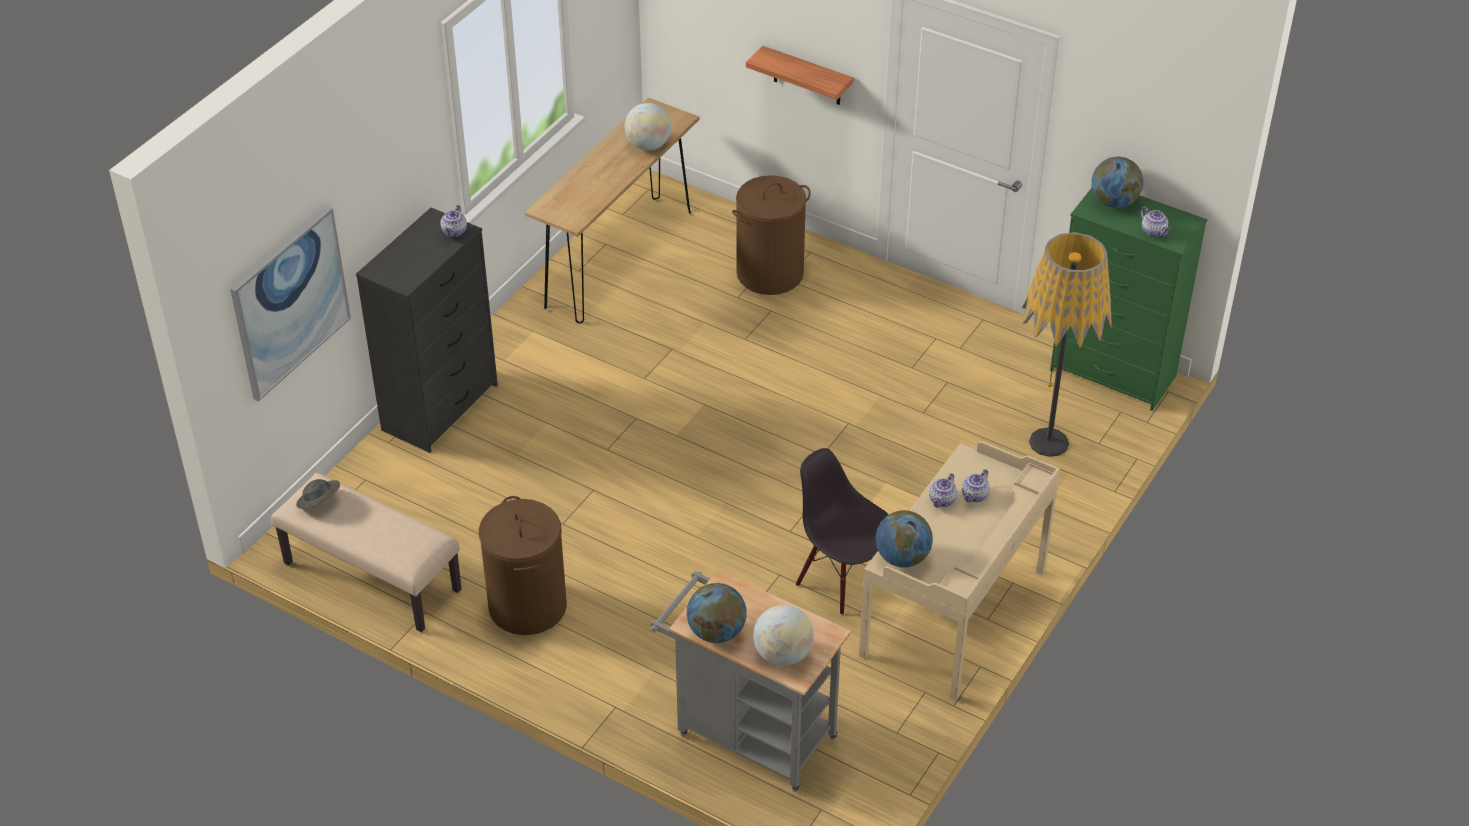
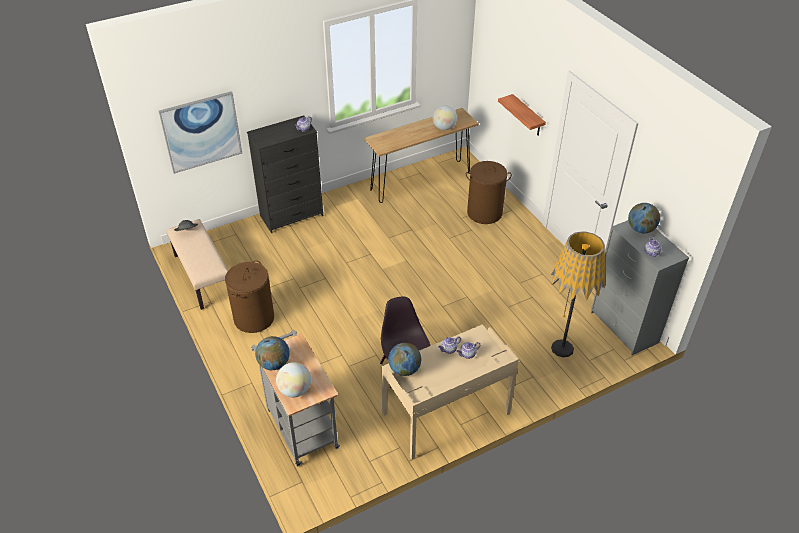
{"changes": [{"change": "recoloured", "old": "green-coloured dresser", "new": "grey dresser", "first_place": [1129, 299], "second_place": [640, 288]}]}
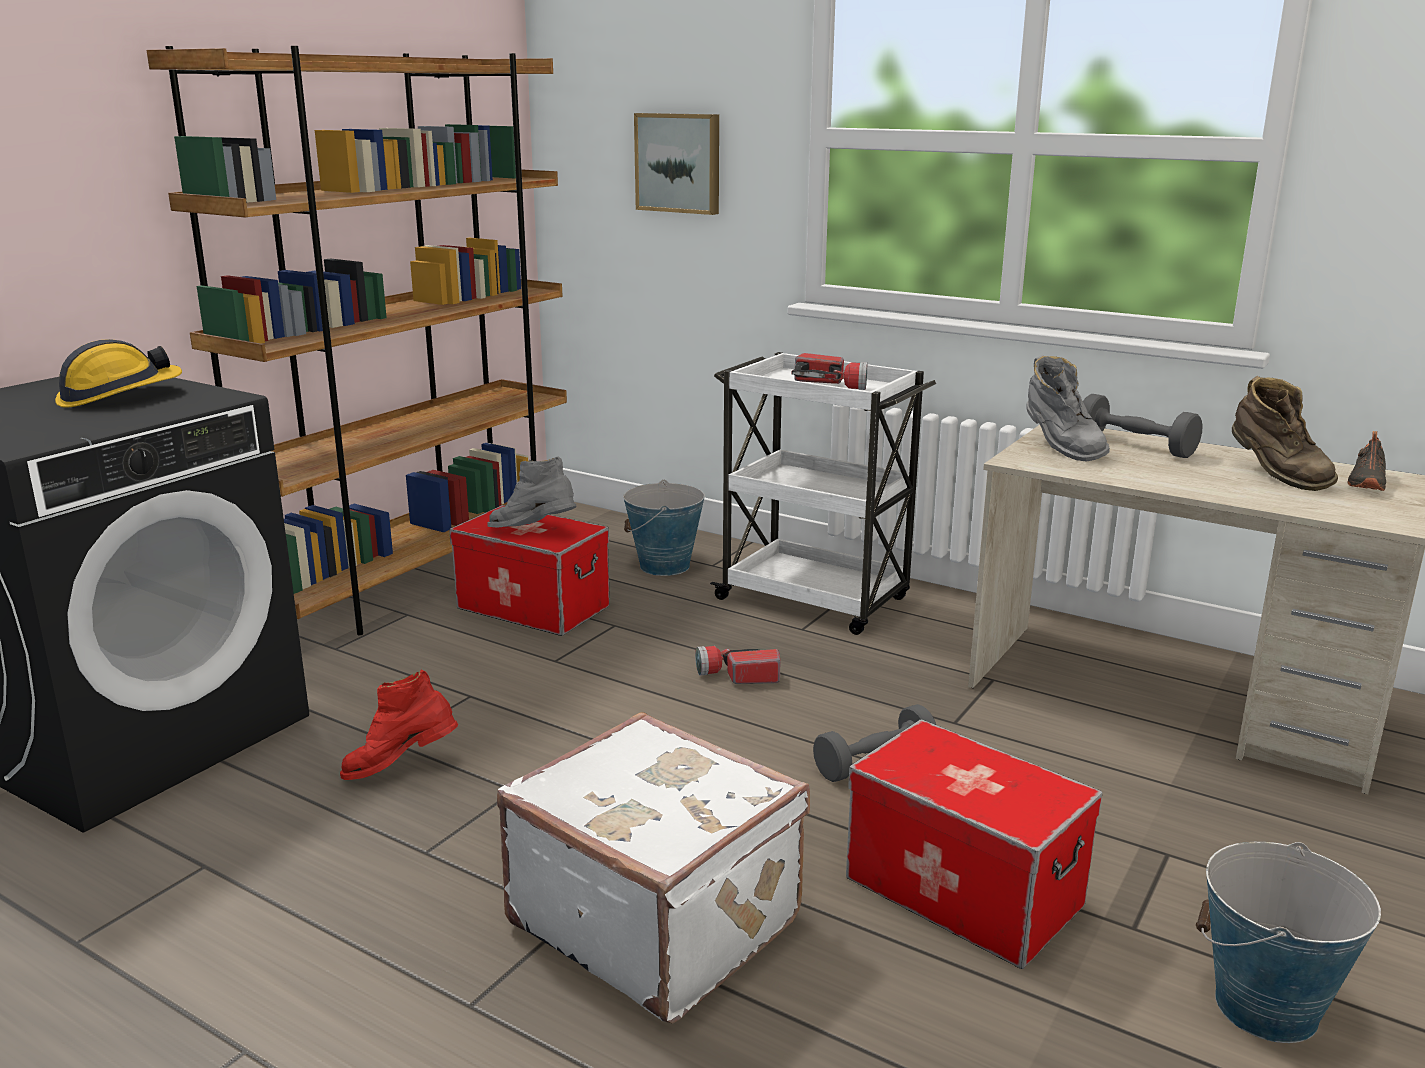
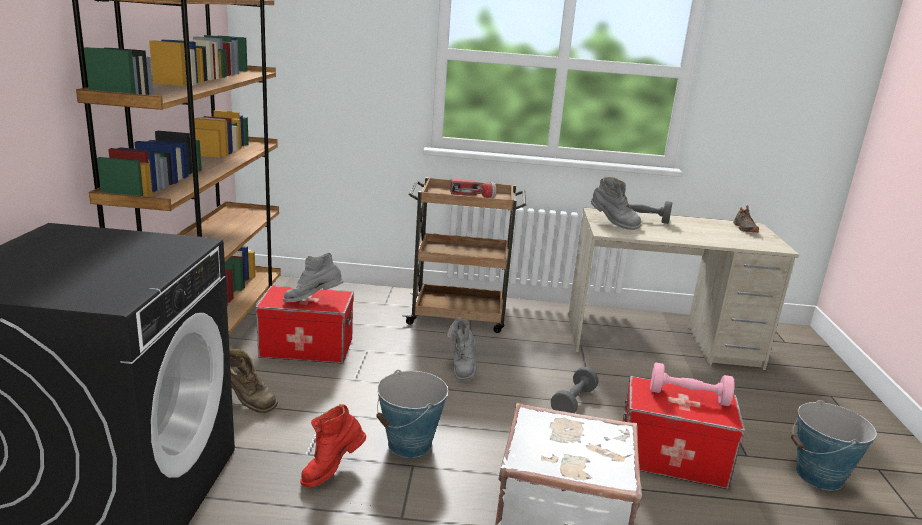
{"changes": [{"change": "removed", "old": "safety helmet", "first_place": [118, 373]}, {"change": "removed", "old": "picture", "first_place": [676, 164]}, {"change": "added", "new": "pink-coloured free weight", "second_place": [692, 384]}, {"change": "moved", "old": "water bucket", "first_place": [664, 528], "second_place": [412, 413]}, {"change": "moved", "old": "brown high-top boot", "first_place": [1285, 433], "second_place": [253, 381]}, {"change": "replaced", "old": "hand torch", "new": "grey high-top boot", "first_place": [737, 665], "second_place": [462, 349]}, {"change": "recoloured", "old": "white-coloured wheeled cart", "new": "brown wheeled cart", "first_place": [823, 493], "second_place": [464, 255]}]}
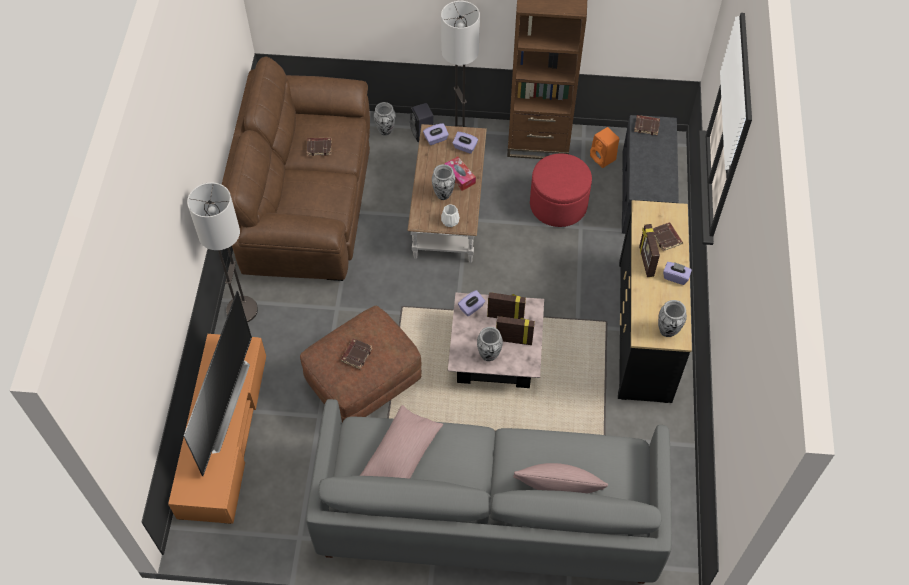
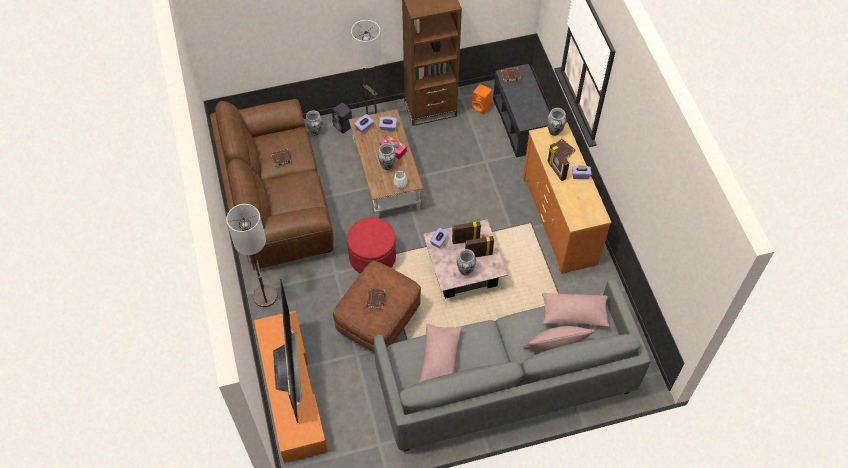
{"changes": [{"change": "added", "new": "pink-coloured cushion", "second_place": [575, 310]}, {"change": "moved", "old": "red footrest", "first_place": [561, 190], "second_place": [371, 245]}, {"change": "moved", "old": "flower vase", "first_place": [672, 318], "second_place": [556, 122]}, {"change": "recoloured", "old": "black dresser", "new": "orangey dresser", "first_place": [655, 301], "second_place": [567, 198]}]}
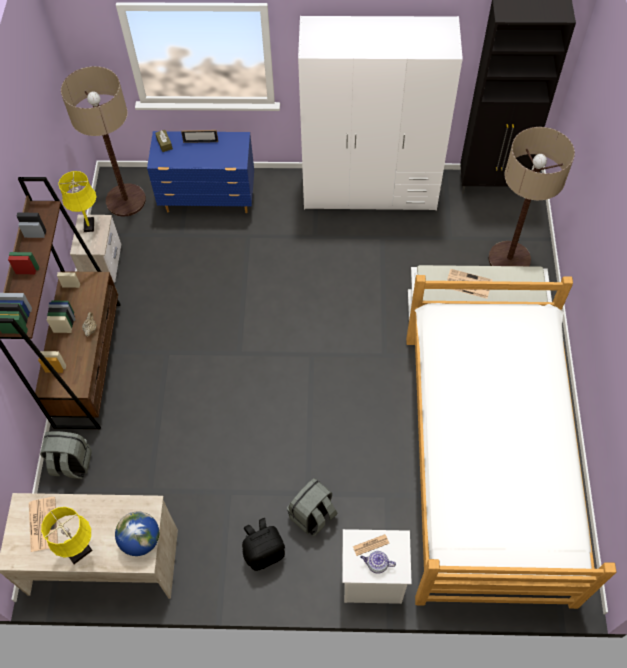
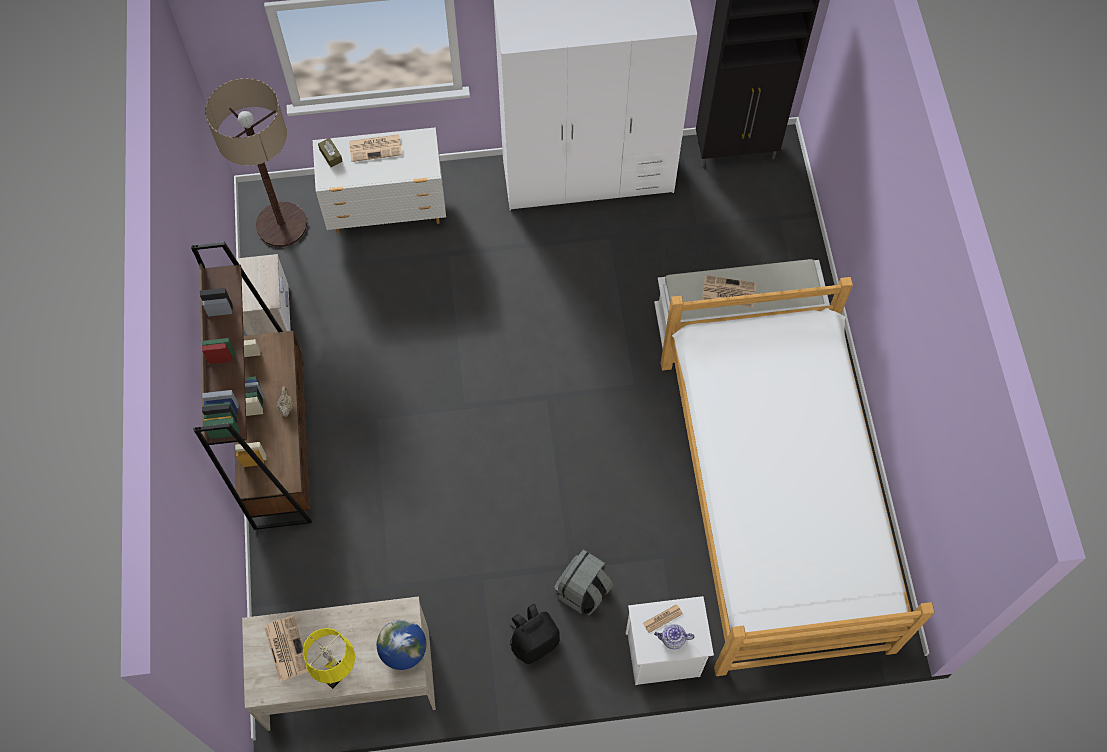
{"changes": [{"change": "removed", "old": "grey knapsack", "first_place": [66, 455]}, {"change": "removed", "old": "yellow lamp for a table", "first_place": [77, 201]}, {"change": "removed", "old": "floor lamp", "first_place": [531, 196]}, {"change": "replaced", "old": "standing frame", "new": "printed paper", "first_place": [199, 136], "second_place": [375, 148]}, {"change": "recoloured", "old": "blue dresser", "new": "white-coloured dresser", "first_place": [200, 172], "second_place": [379, 181]}]}
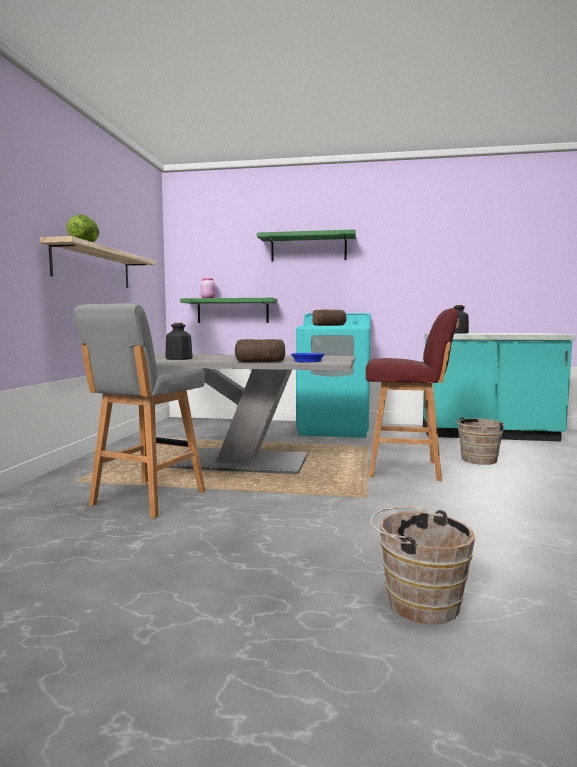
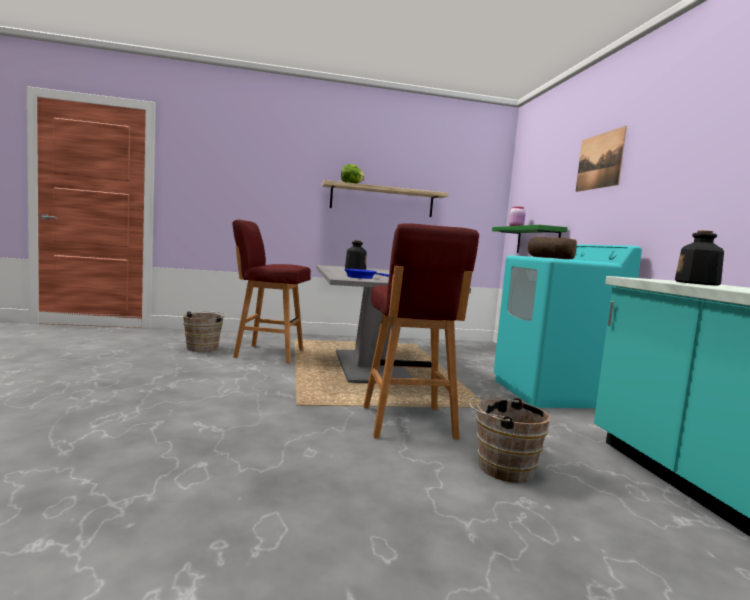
{"changes": [{"change": "removed", "old": "bread", "first_place": [260, 350]}, {"change": "moved", "old": "brown water bucket", "first_place": [422, 566], "second_place": [205, 331]}, {"change": "replaced", "old": "green-coloured shelf", "new": "picture", "first_place": [306, 245], "second_place": [601, 159]}, {"change": "recoloured", "old": "grey stool seat", "new": "red stool seat", "first_place": [139, 410], "second_place": [271, 291]}]}
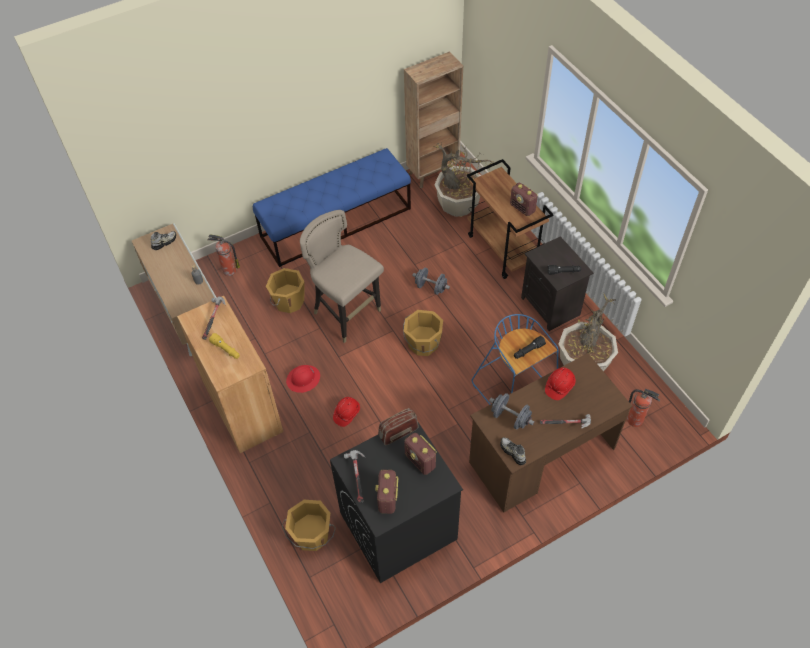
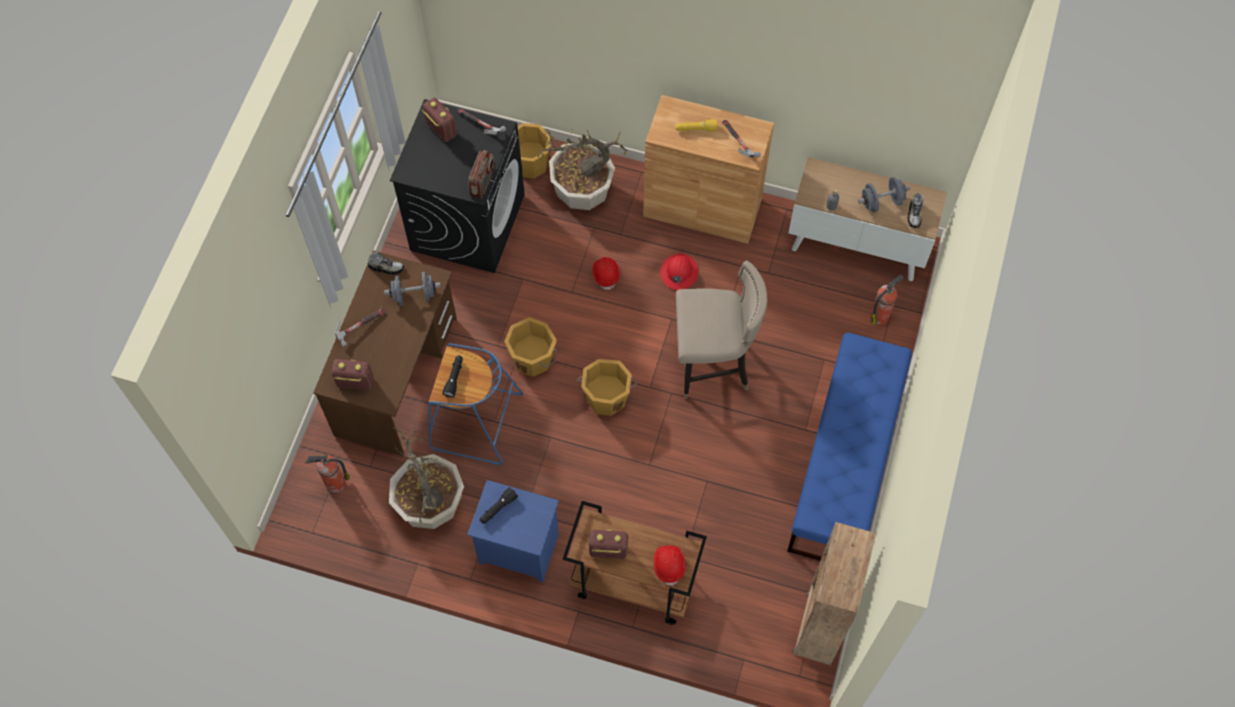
{"changes": [{"change": "moved", "old": "orangey water bucket", "first_place": [285, 290], "second_place": [530, 347]}, {"change": "moved", "old": "radio set", "first_place": [420, 454], "second_place": [352, 374]}, {"change": "moved", "old": "grey free weight", "first_place": [431, 281], "second_place": [884, 194]}, {"change": "moved", "old": "potted plant", "first_place": [464, 180], "second_place": [582, 170]}, {"change": "moved", "old": "red safety helmet", "first_place": [560, 383], "second_place": [669, 565]}, {"change": "recoloured", "old": "black nightstand", "new": "blue nightstand", "first_place": [557, 283], "second_place": [513, 531]}]}
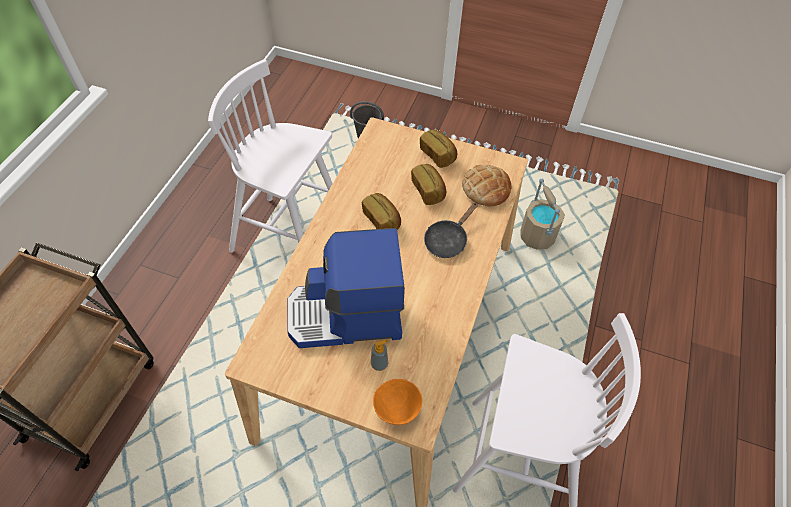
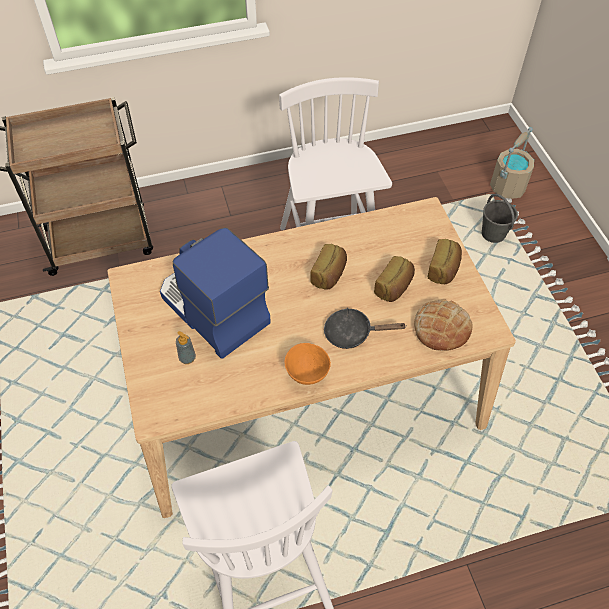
{"changes": [{"change": "moved", "old": "orangey serving bowl", "first_place": [397, 402], "second_place": [308, 364]}, {"change": "moved", "old": "sand-coloured water bucket", "first_place": [542, 214], "second_place": [512, 163]}]}
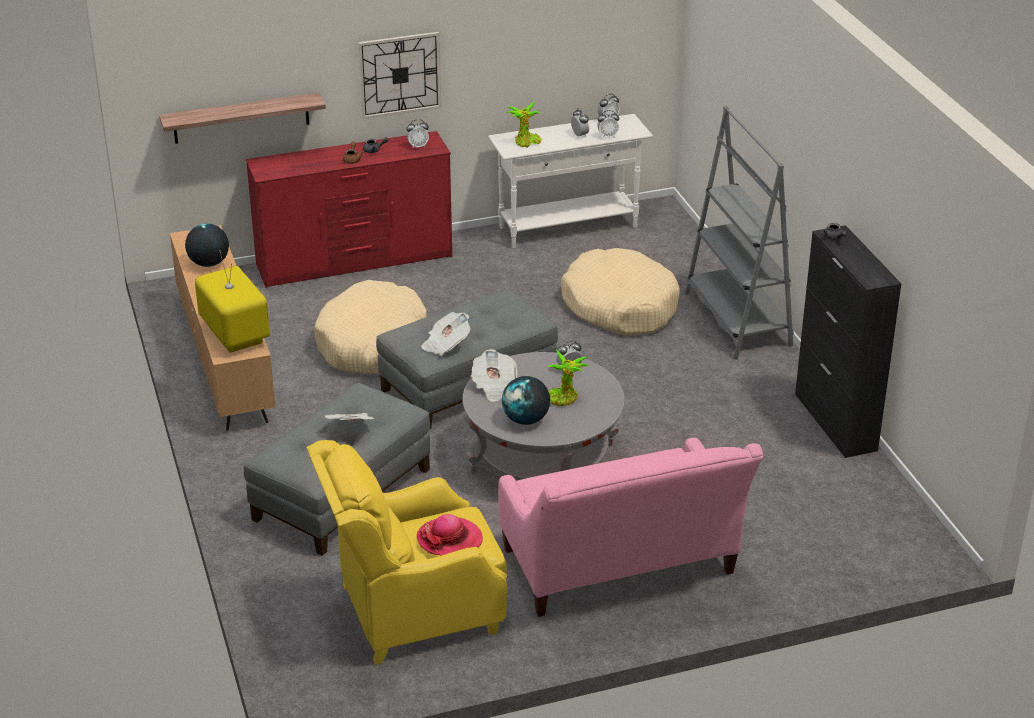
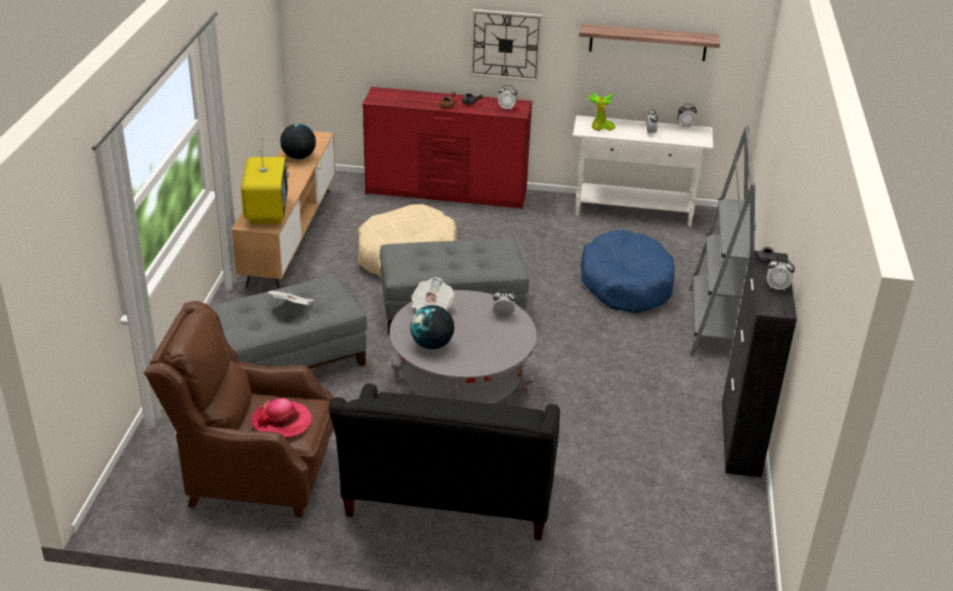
{"changes": [{"change": "removed", "old": "printed paper", "first_place": [445, 333]}, {"change": "removed", "old": "potted plant", "first_place": [568, 377]}, {"change": "moved", "old": "shelf", "first_place": [242, 118], "second_place": [649, 42]}, {"change": "moved", "old": "alarm clock", "first_place": [608, 124], "second_place": [780, 274]}, {"change": "recoloured", "old": "yellow lounge chair", "new": "brown lounge chair", "first_place": [406, 552], "second_place": [238, 409]}, {"change": "recoloured", "old": "pink-coloured couch", "new": "black couch", "first_place": [630, 527], "second_place": [444, 462]}, {"change": "recoloured", "old": "sand-coloured pet bed", "new": "blue pet bed", "first_place": [620, 292], "second_place": [628, 271]}]}
